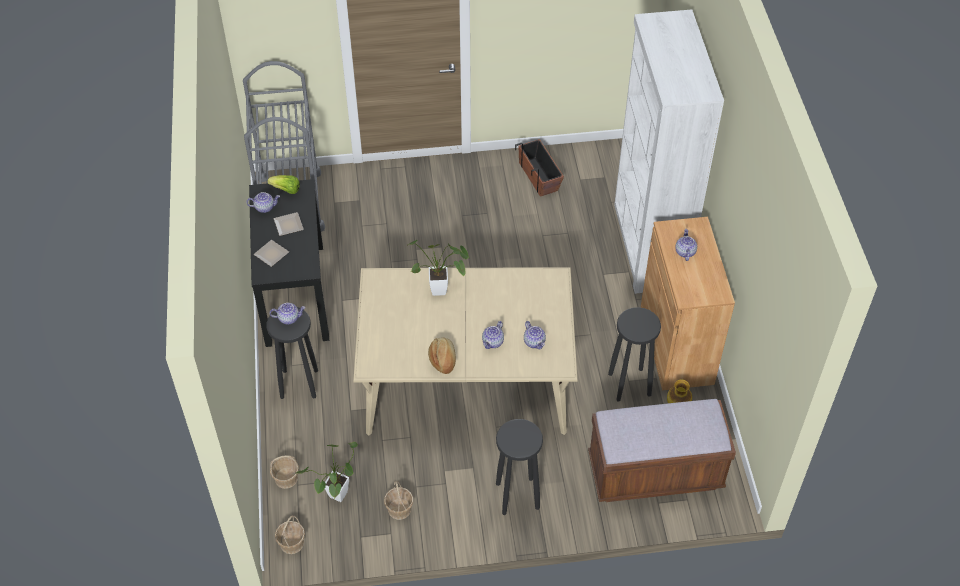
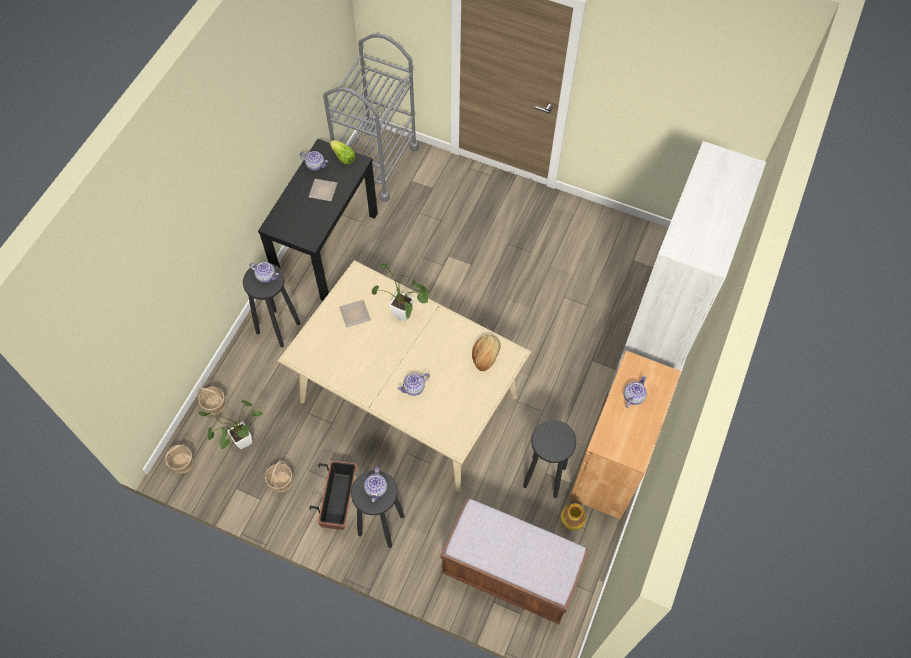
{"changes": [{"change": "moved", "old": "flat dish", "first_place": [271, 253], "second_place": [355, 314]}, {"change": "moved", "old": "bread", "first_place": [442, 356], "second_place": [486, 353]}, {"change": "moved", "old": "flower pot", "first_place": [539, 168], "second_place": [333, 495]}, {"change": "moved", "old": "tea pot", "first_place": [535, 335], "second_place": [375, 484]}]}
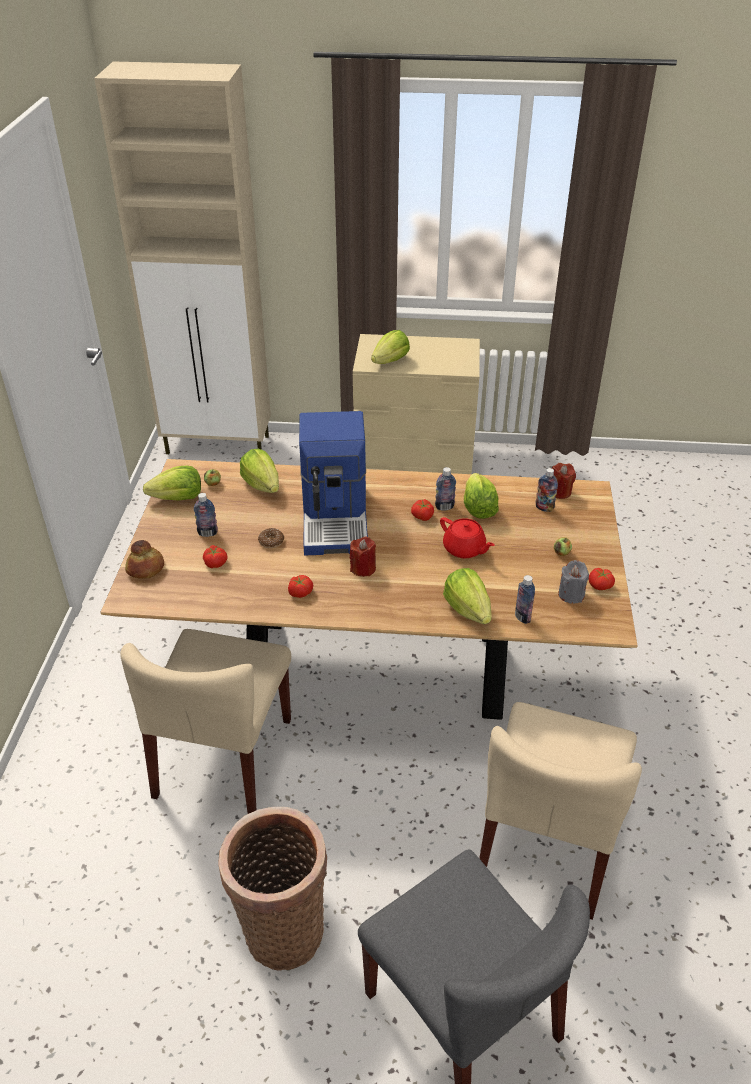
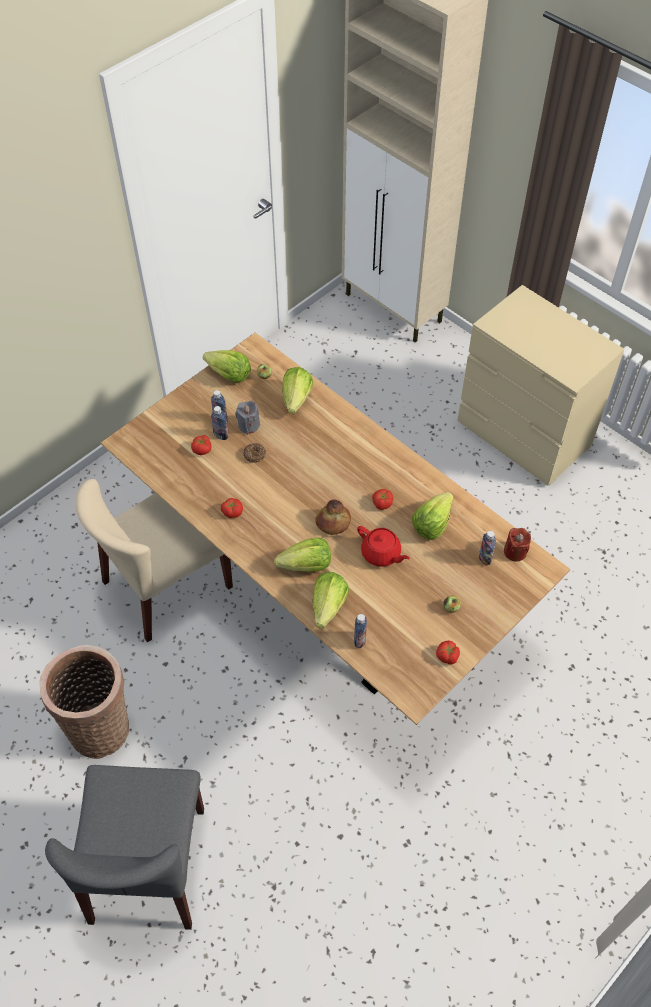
{"changes": [{"change": "removed", "old": "coffee maker", "first_place": [333, 483]}, {"change": "removed", "old": "red wax candle", "first_place": [363, 556]}, {"change": "removed", "old": "sand-coloured plain chair", "first_place": [560, 811]}, {"change": "moved", "old": "bread", "first_place": [144, 559], "second_place": [333, 517]}, {"change": "moved", "old": "lettuce head", "first_place": [390, 347], "second_place": [302, 554]}, {"change": "moved", "old": "drink bottle", "first_place": [445, 488], "second_place": [220, 423]}, {"change": "moved", "old": "grey wax candle", "first_place": [573, 582], "second_place": [247, 417]}, {"change": "turned", "old": "red tea pot", "first_place": [467, 537], "second_place": [383, 546], "degrees": -45}]}
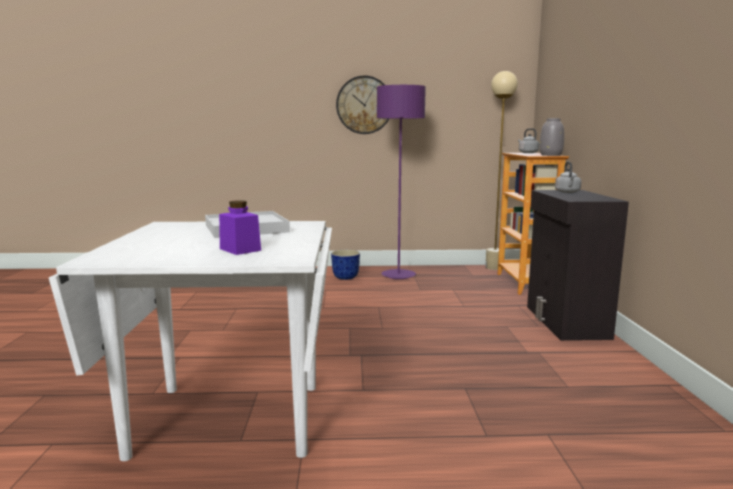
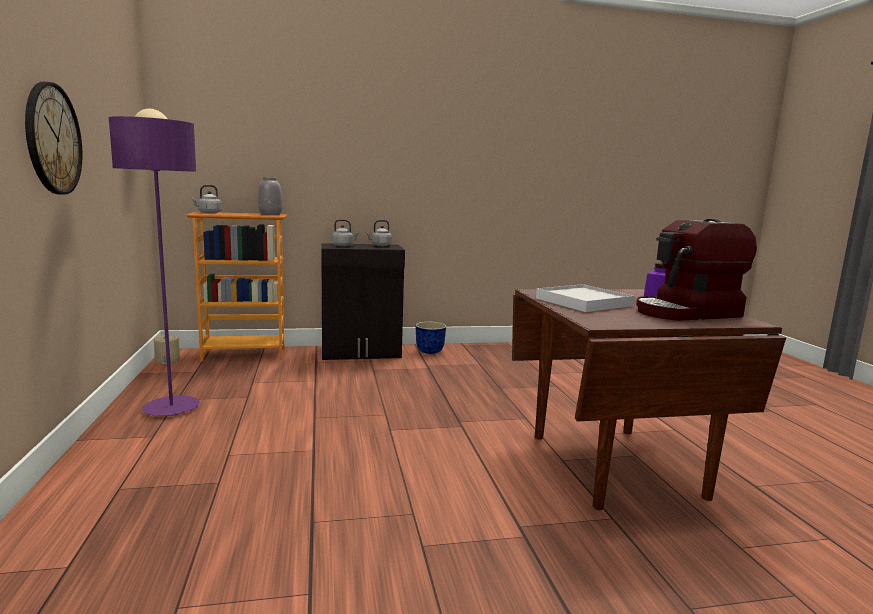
{"changes": [{"change": "added", "new": "grey tea kettle", "second_place": [378, 233]}, {"change": "added", "new": "coffee maker", "second_place": [696, 270]}, {"change": "moved", "old": "flower pot", "first_place": [345, 265], "second_place": [430, 338]}, {"change": "recoloured", "old": "white-coloured dinner table", "new": "brown dinner table", "first_place": [190, 341], "second_place": [649, 399]}]}
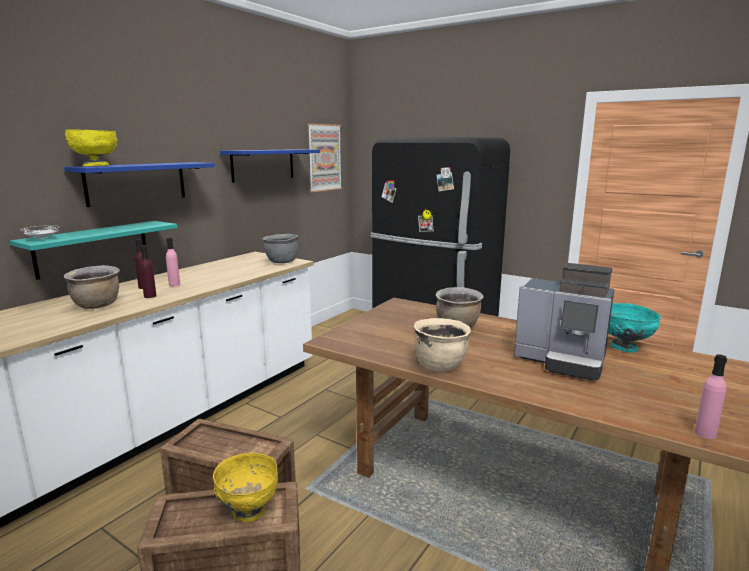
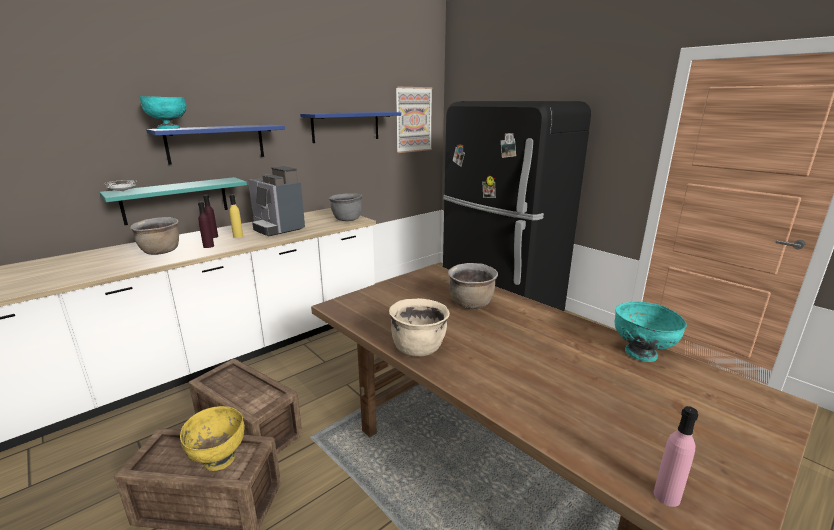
{"changes": [{"change": "moved", "old": "coffee maker", "first_place": [564, 321], "second_place": [276, 201]}, {"change": "recoloured", "old": "yellow serving bowl", "new": "turquoise serving bowl", "first_place": [91, 147], "second_place": [162, 112]}, {"change": "recoloured", "old": "pink-coloured drink bottle", "new": "yellow drink bottle", "first_place": [173, 262], "second_place": [236, 216]}]}
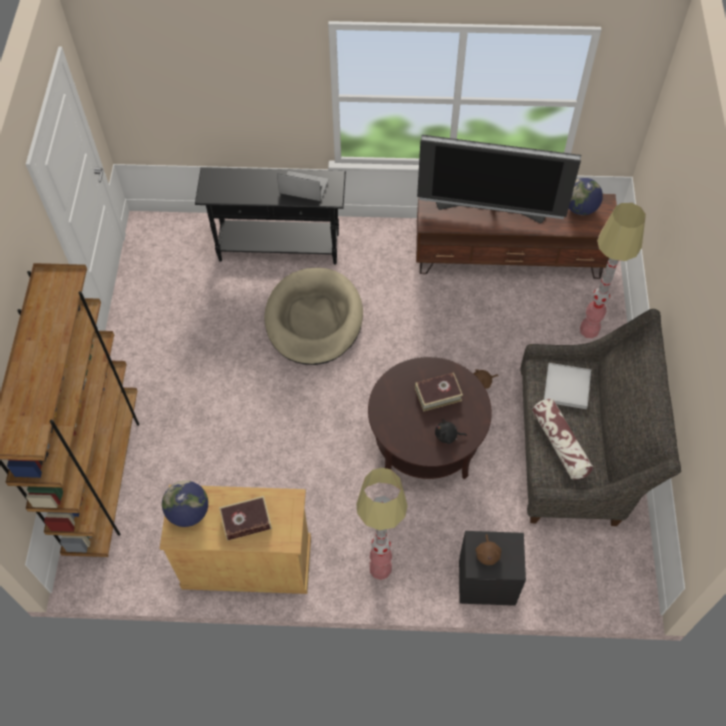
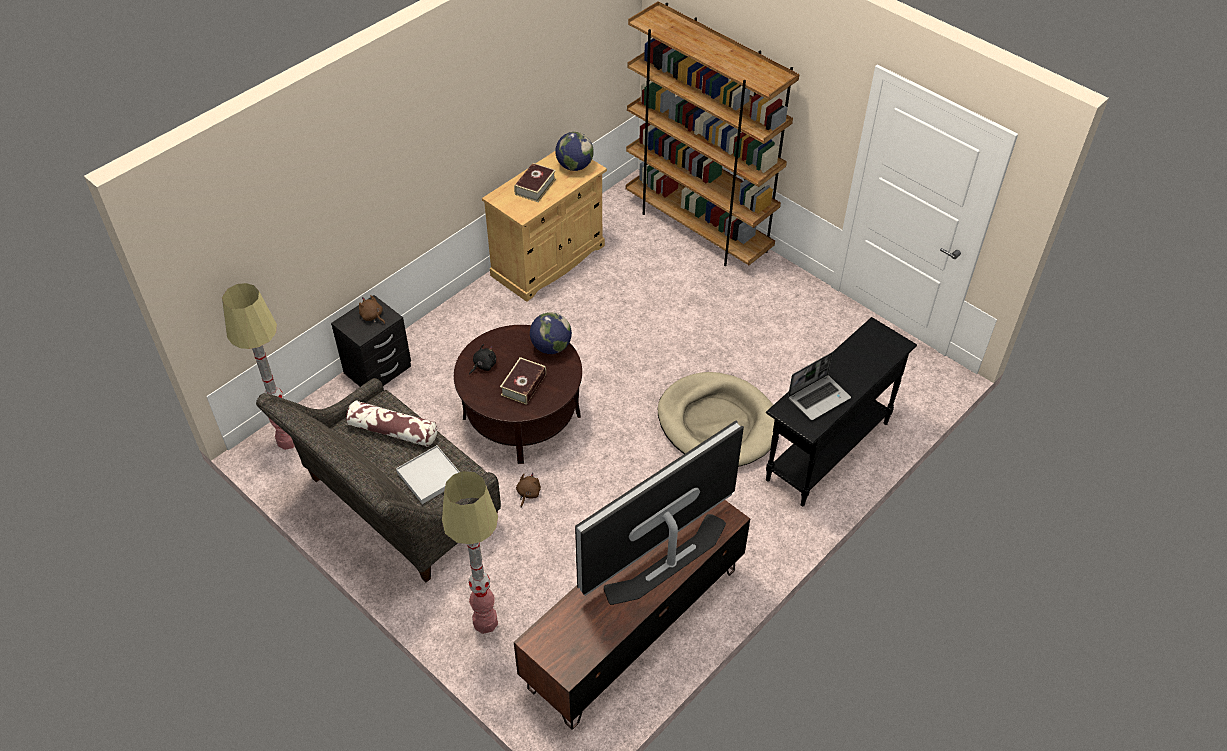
{"changes": [{"change": "moved", "old": "floor lamp", "first_place": [382, 524], "second_place": [258, 366]}, {"change": "moved", "old": "desk globe", "first_place": [586, 196], "second_place": [551, 333]}]}
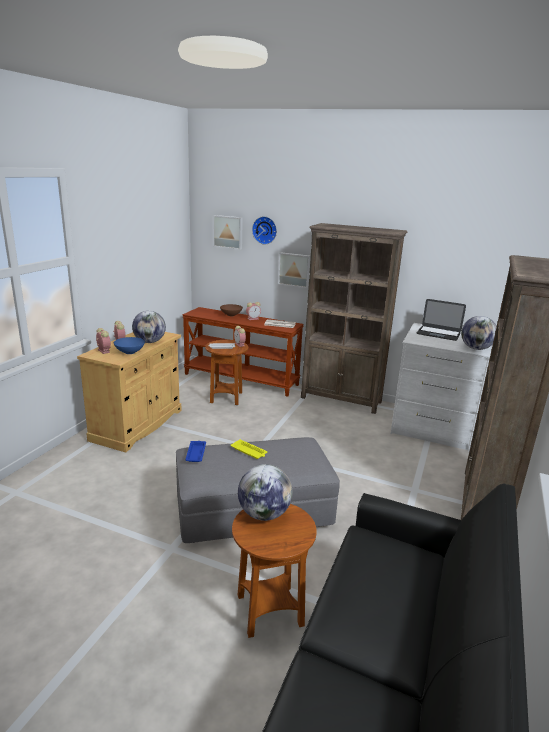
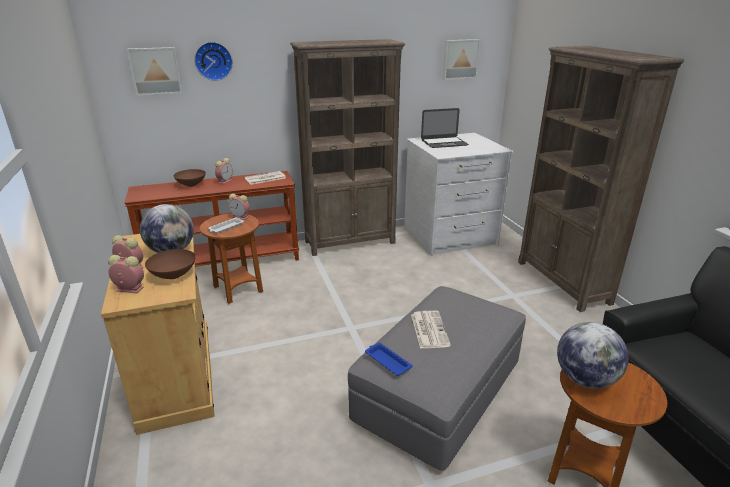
{"changes": [{"change": "removed", "old": "desk globe", "first_place": [479, 333]}, {"change": "moved", "old": "picture", "first_place": [294, 270], "second_place": [462, 59]}, {"change": "replaced", "old": "yellow carrying tray", "new": "printed paper", "first_place": [249, 449], "second_place": [431, 330]}, {"change": "recoloured", "old": "blue serving bowl", "new": "brown serving bowl", "first_place": [129, 345], "second_place": [170, 264]}]}
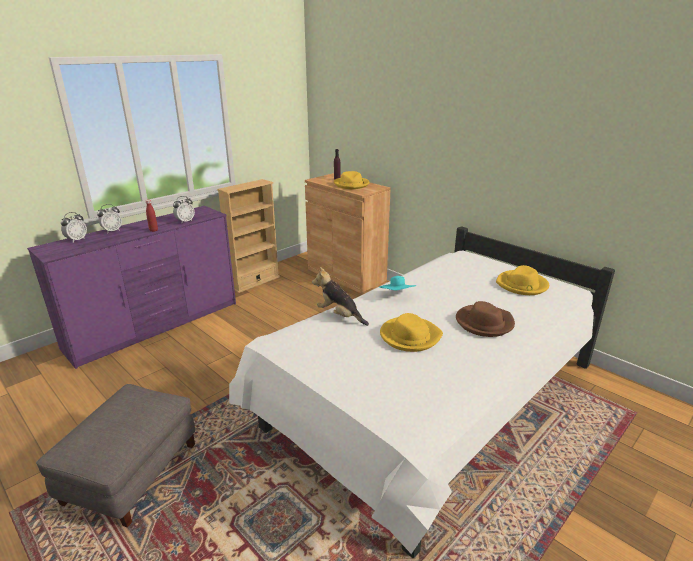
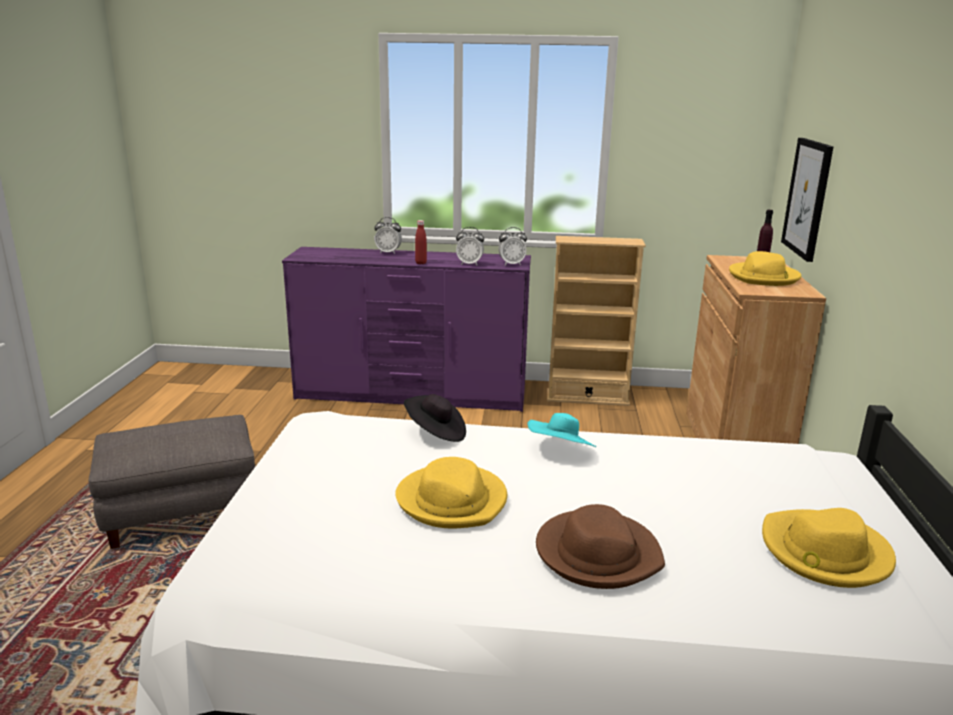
{"changes": [{"change": "added", "new": "picture", "second_place": [807, 200]}, {"change": "moved", "old": "alarm clock", "first_place": [74, 227], "second_place": [512, 246]}, {"change": "replaced", "old": "cuddly toy", "new": "black clothing hat", "first_place": [340, 296], "second_place": [435, 418]}]}
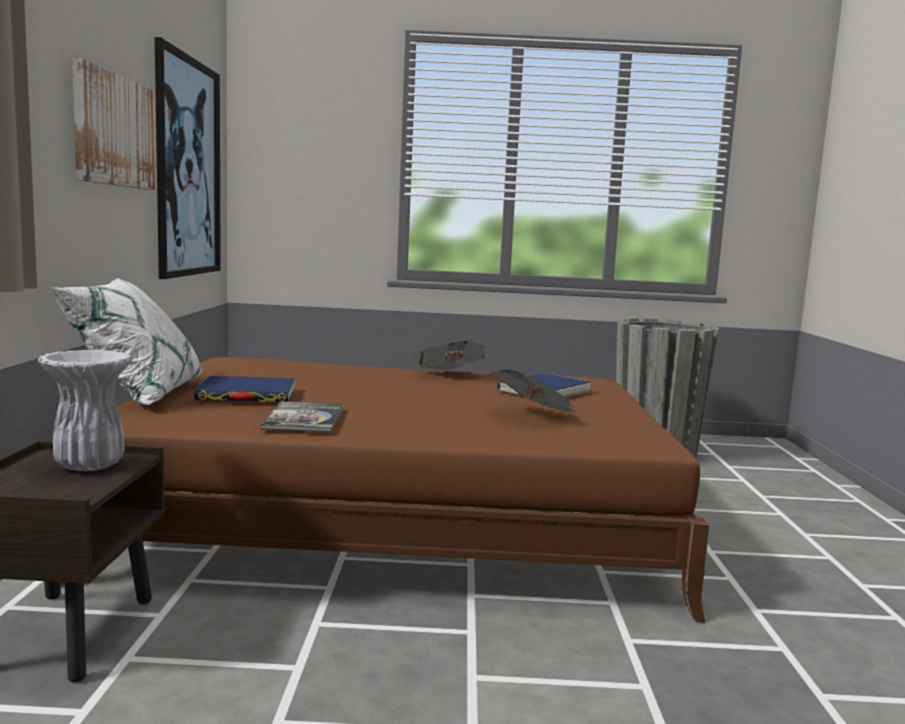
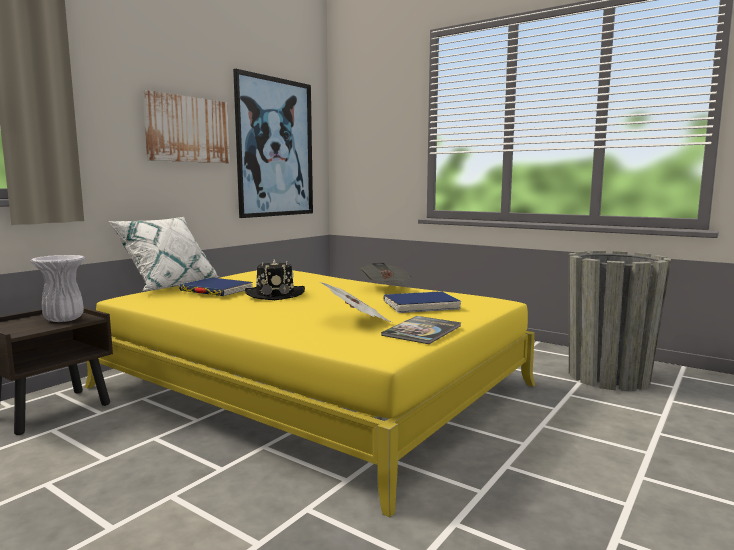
{"changes": [{"change": "added", "new": "black clothing hat", "second_place": [275, 279]}, {"change": "moved", "old": "book", "first_place": [302, 416], "second_place": [421, 330]}, {"change": "recoloured", "old": "brown bed", "new": "yellow bed", "first_place": [385, 490], "second_place": [310, 393]}]}
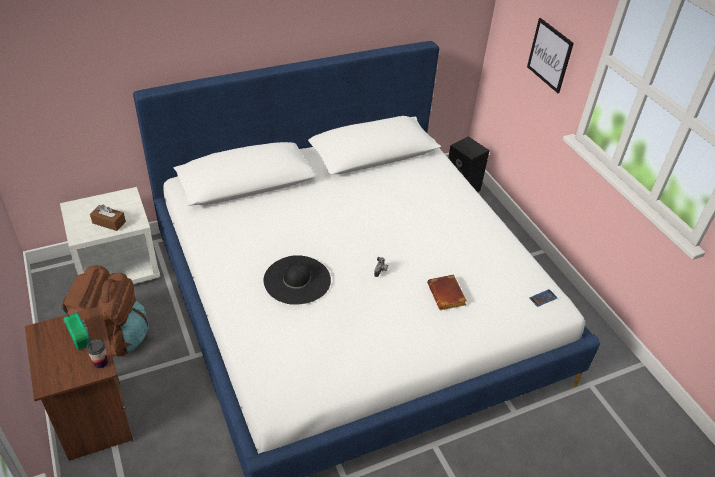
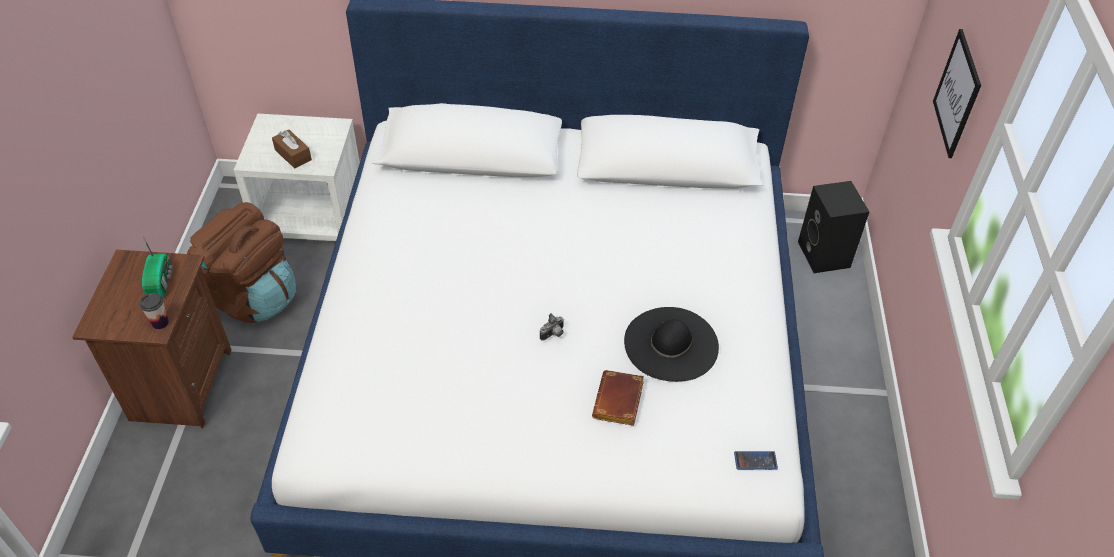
{"changes": [{"change": "moved", "old": "black clothing hat", "first_place": [297, 280], "second_place": [671, 344]}]}
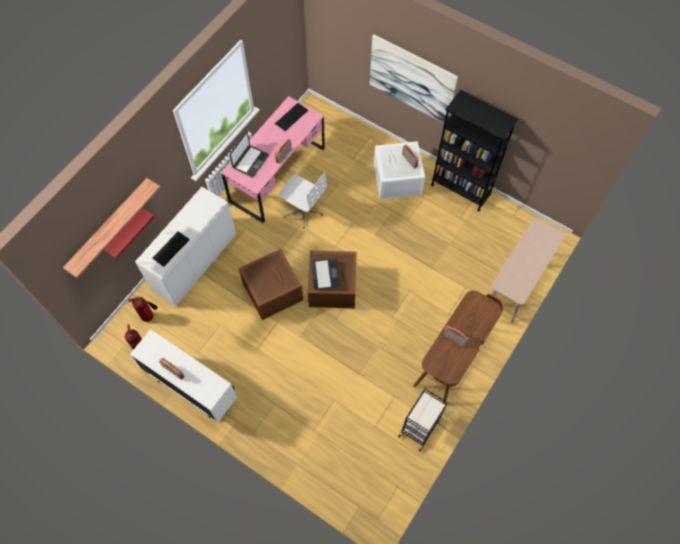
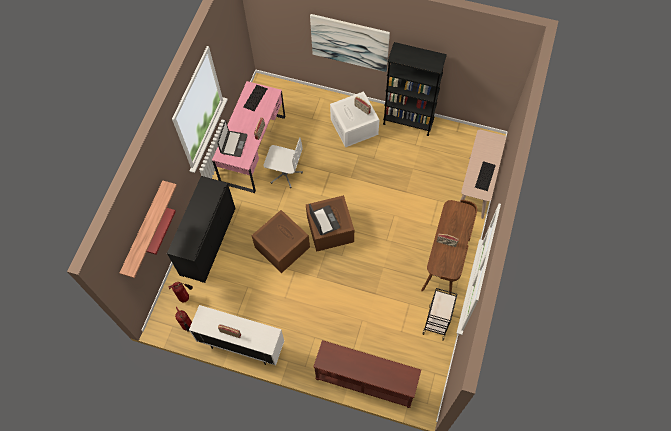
{"changes": [{"change": "added", "new": "brown console table", "second_place": [367, 374]}, {"change": "moved", "old": "computer keyboard", "first_place": [171, 249], "second_place": [485, 176]}, {"change": "recoloured", "old": "white-coloured cupboard", "new": "black cupboard", "first_place": [185, 247], "second_place": [201, 229]}]}
